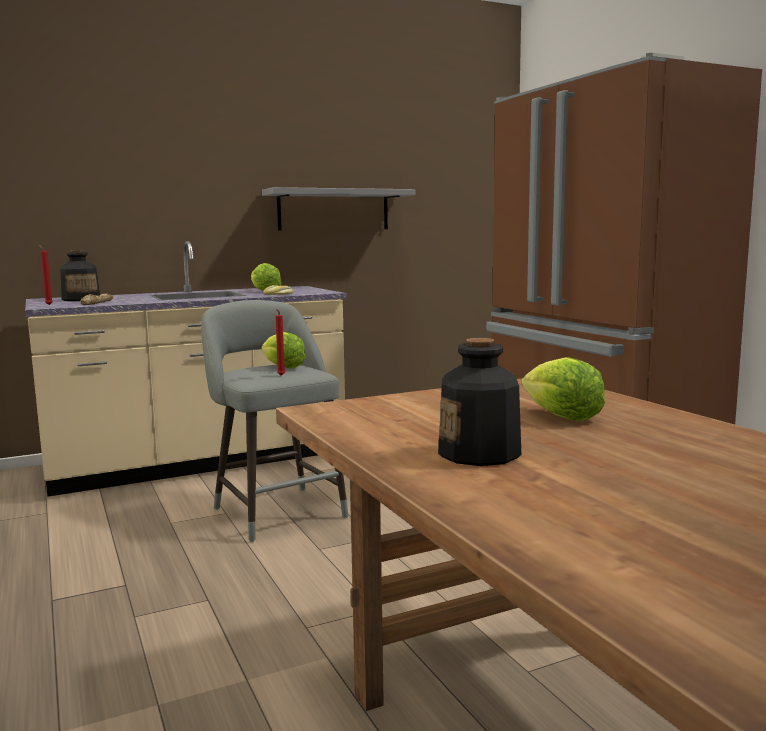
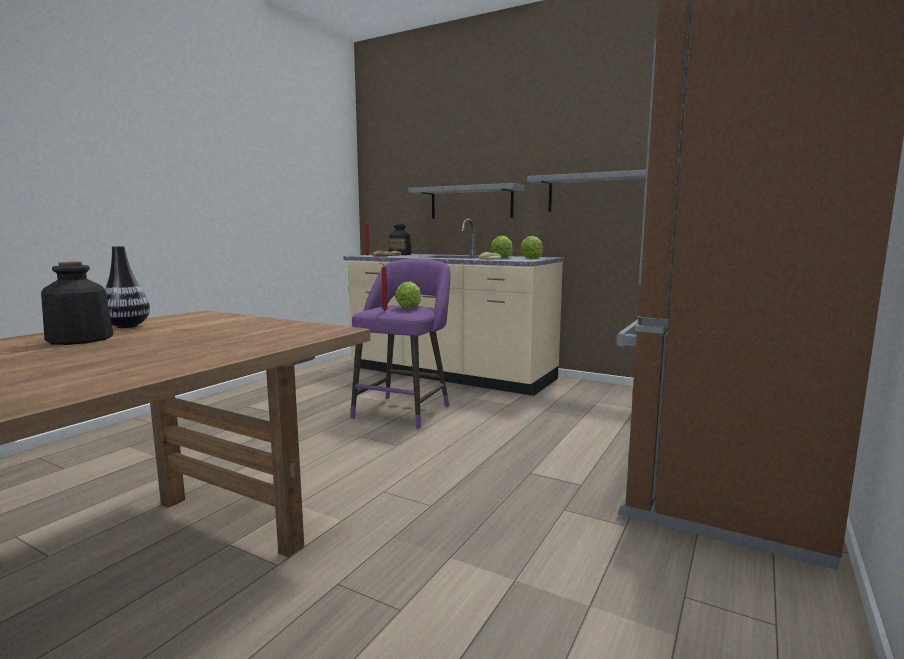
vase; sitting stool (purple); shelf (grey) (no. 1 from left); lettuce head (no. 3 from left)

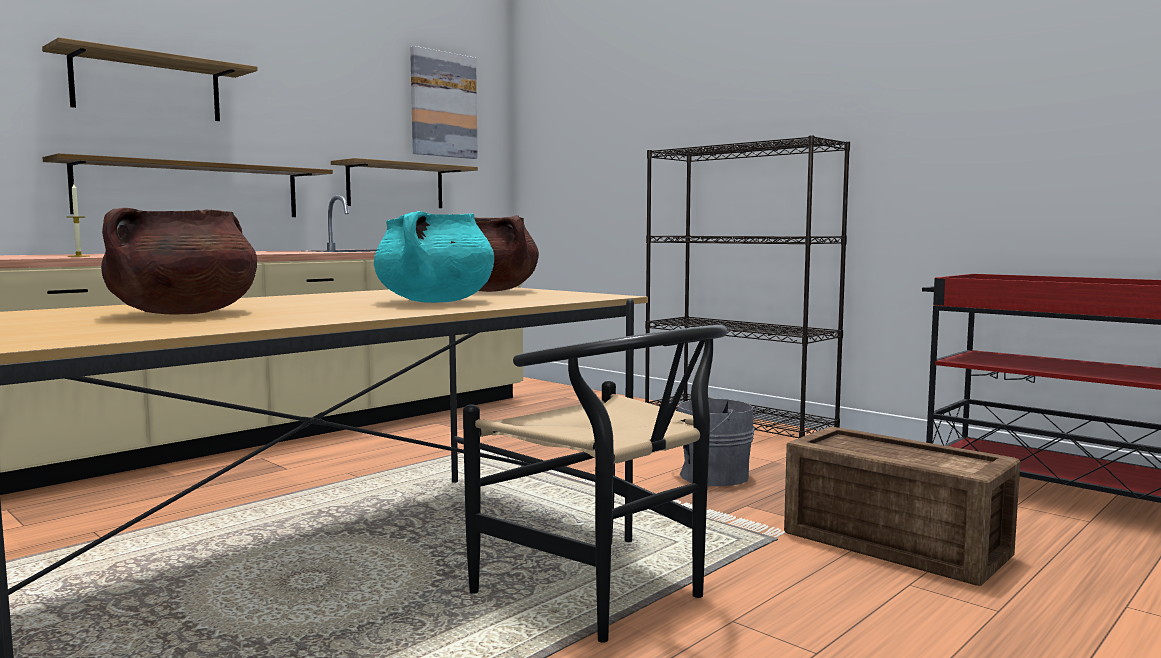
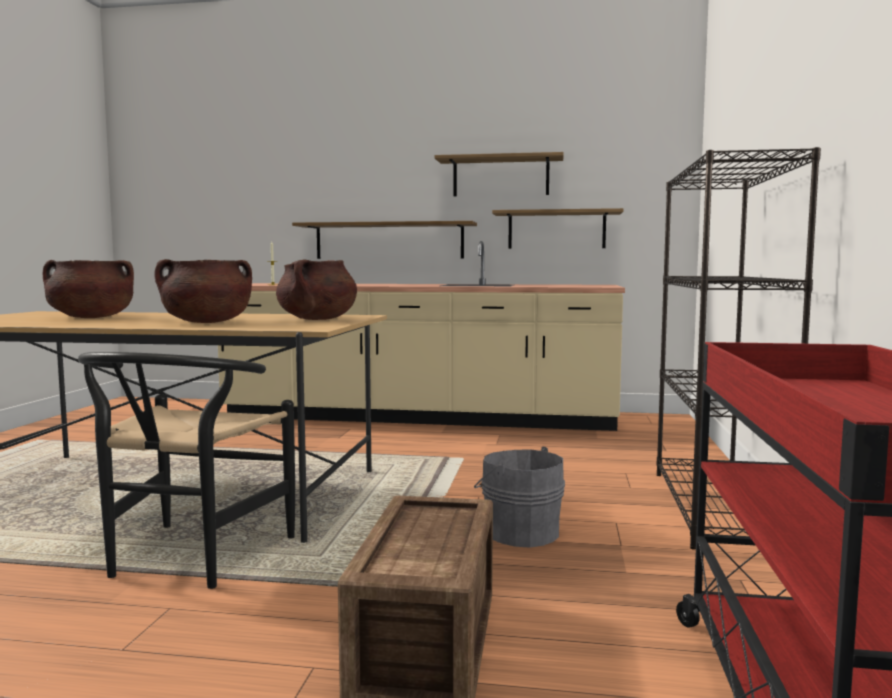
saucepot (brownish) (no. 2 from left); shelf (no. 2 from left); picture

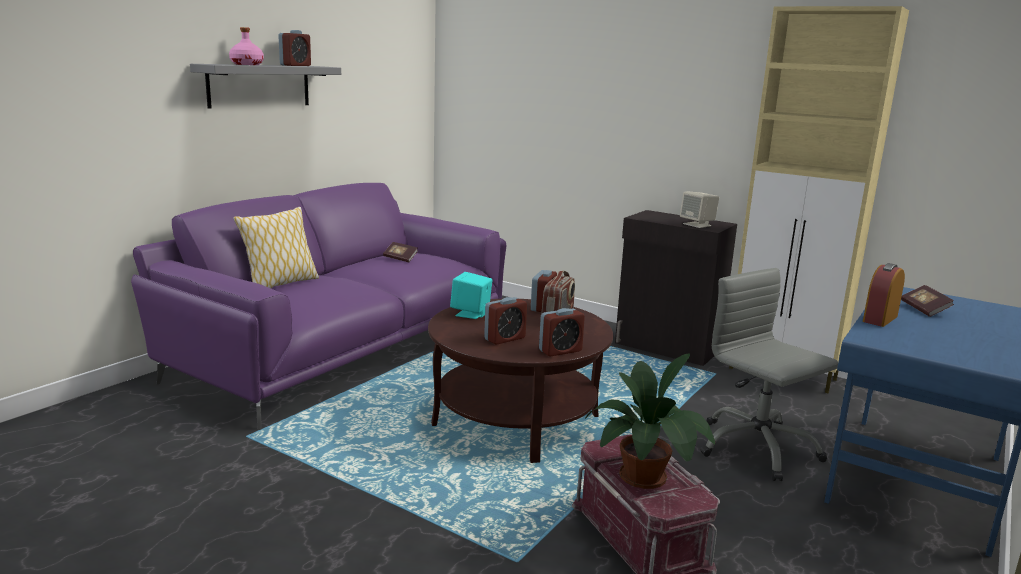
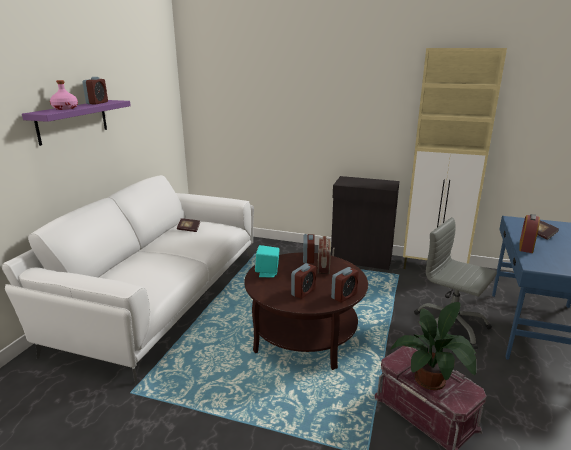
settee (white-coloured); shelf (purple); cushion; loudspeaker (beige)

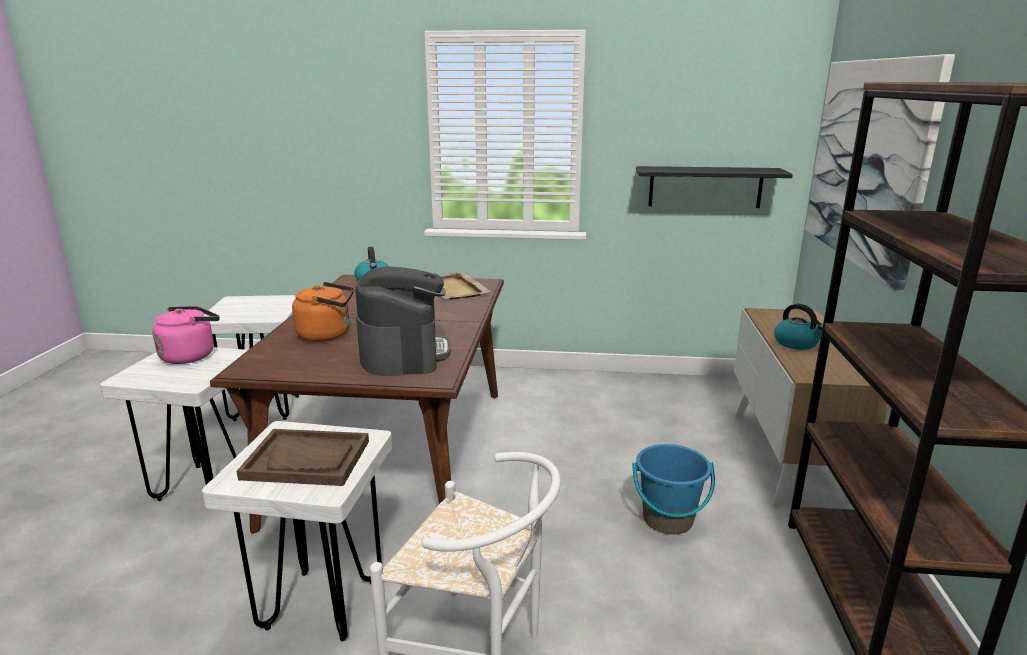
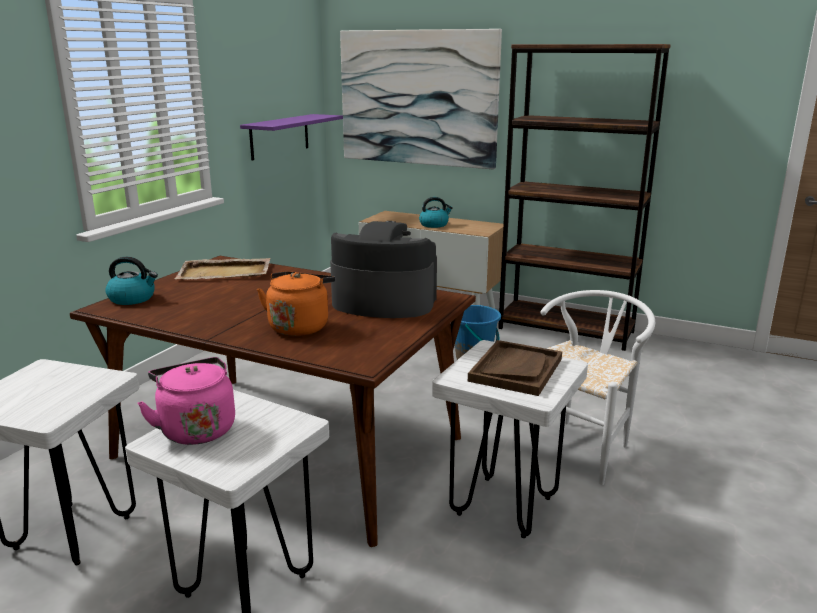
shelf (purple)

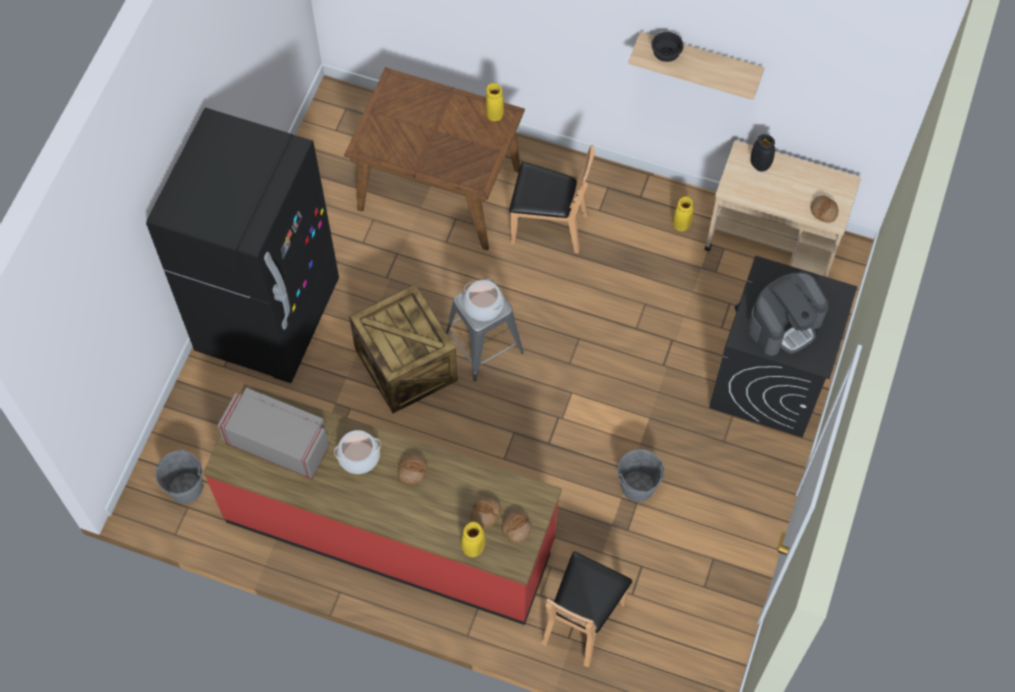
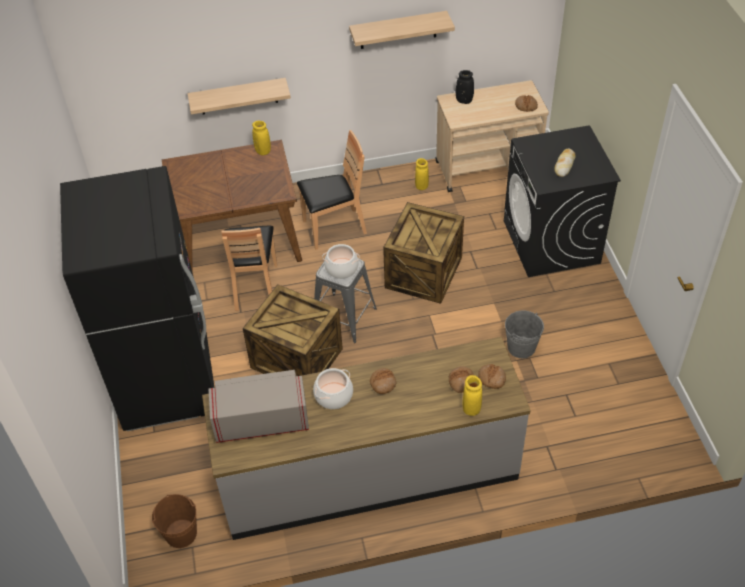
water bucket (brownish); shelf (no. 1 from left); kitchen base unit (grey); chair (brownish) (no. 1 from left); crate (no. 2 from left); bakery bread (no. 5 from left); serving bowl (blackish)

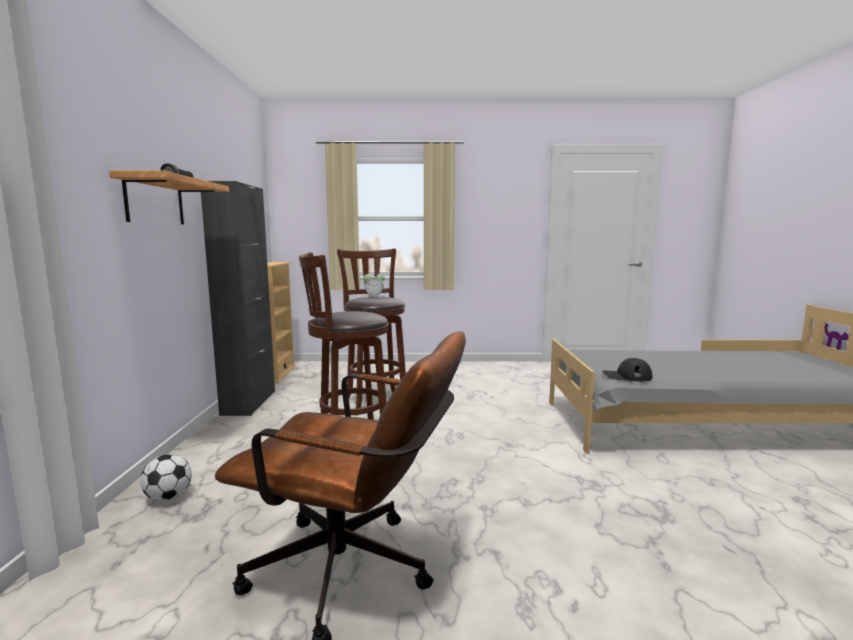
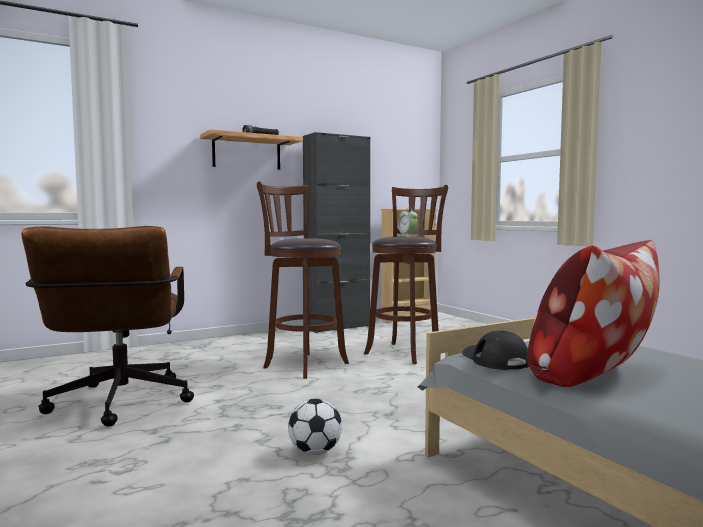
football; cushion

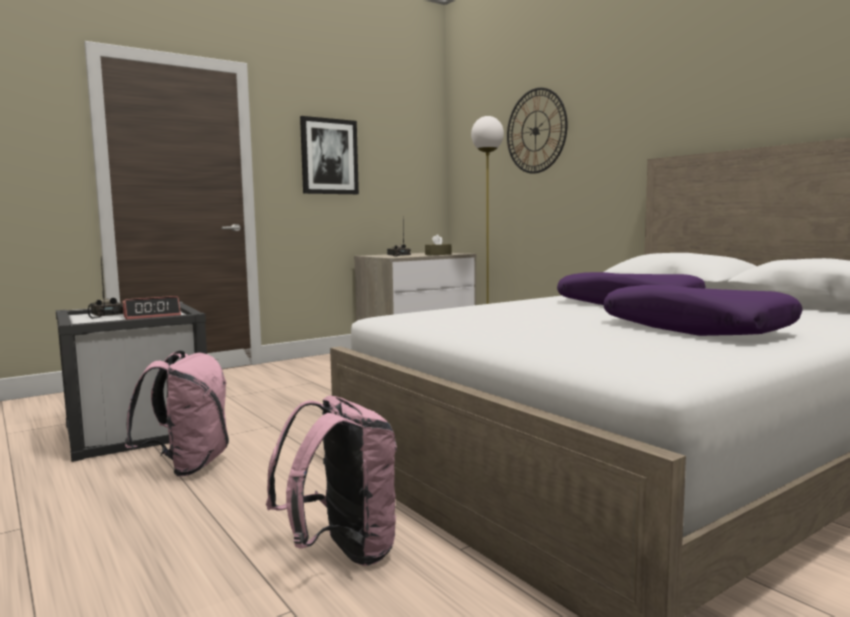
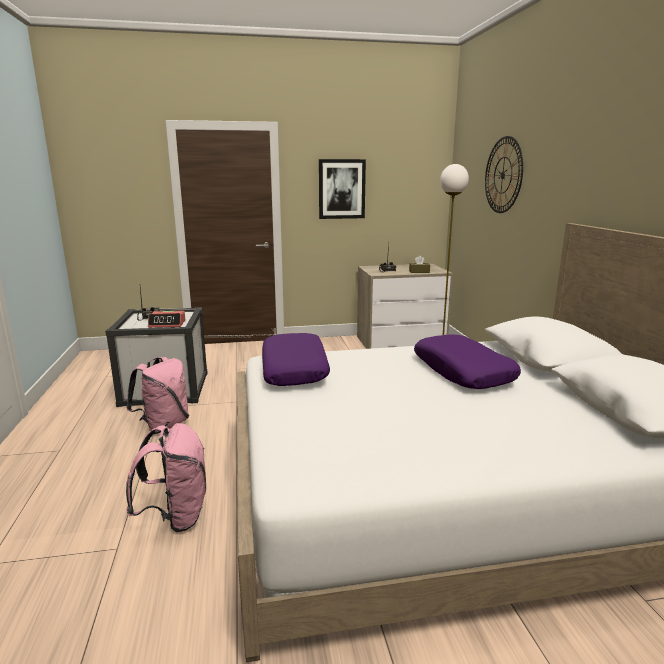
cushion (purple) (no. 1 from left)

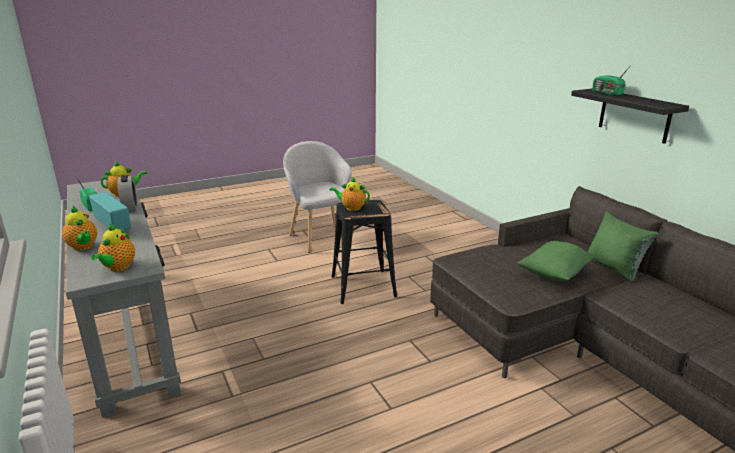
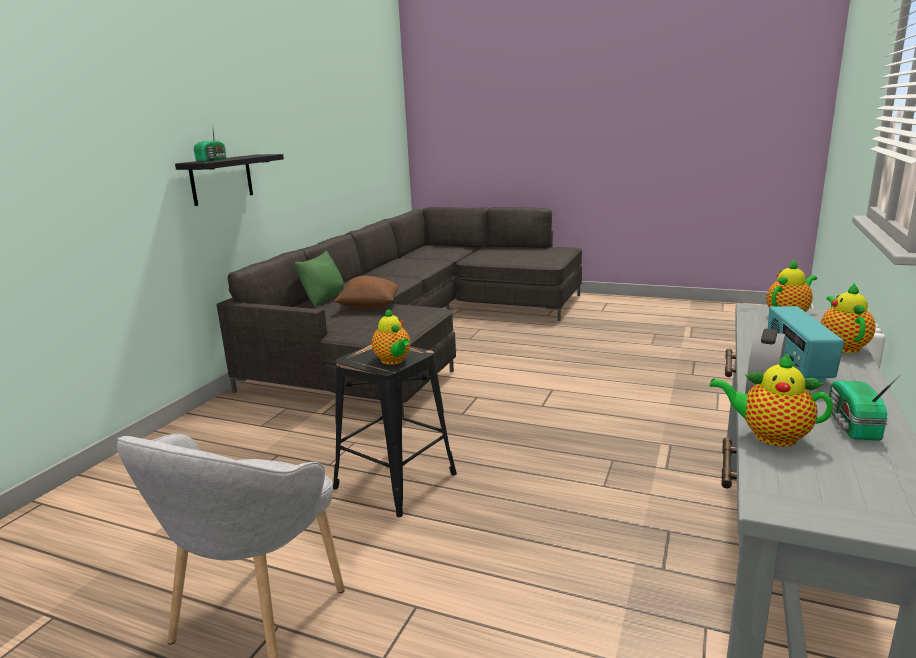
cushion (brownish)

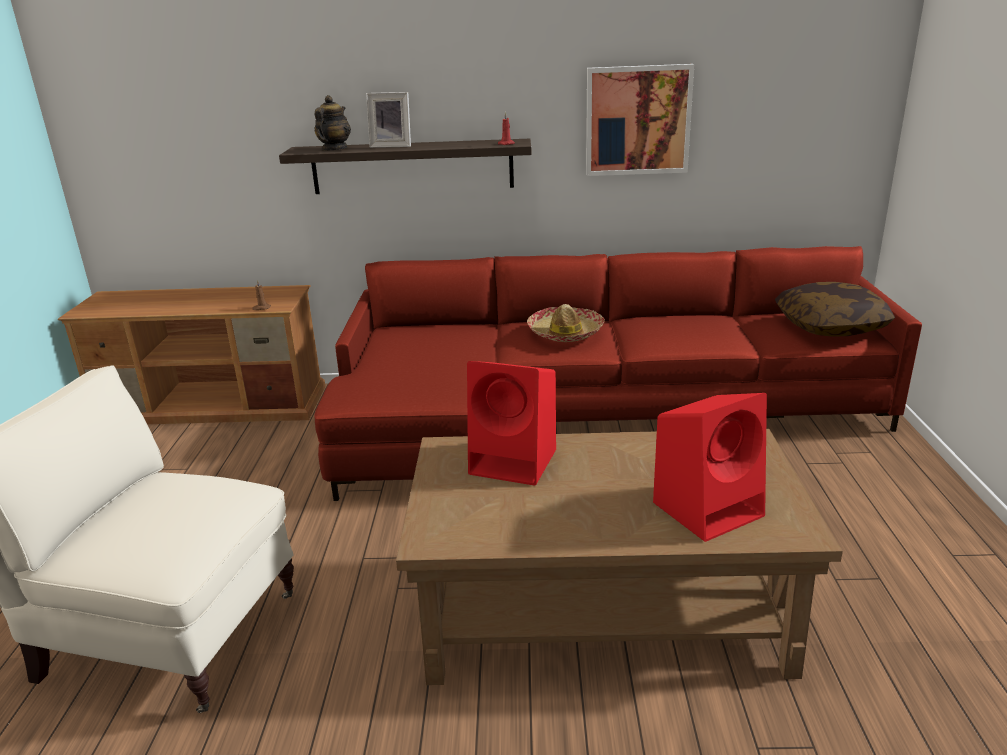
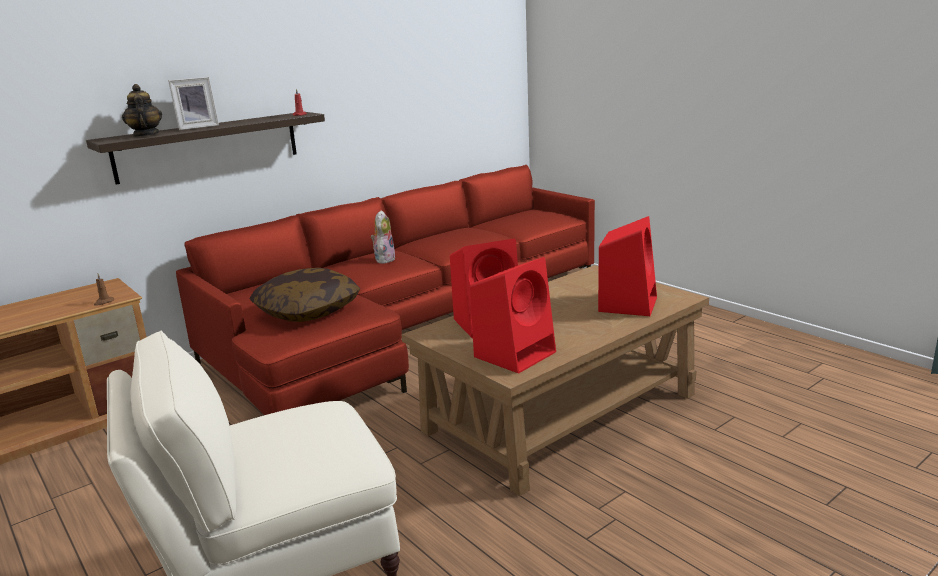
cushion; plush toy; loudspeaker (red-coloured) (no. 2 from left); picture

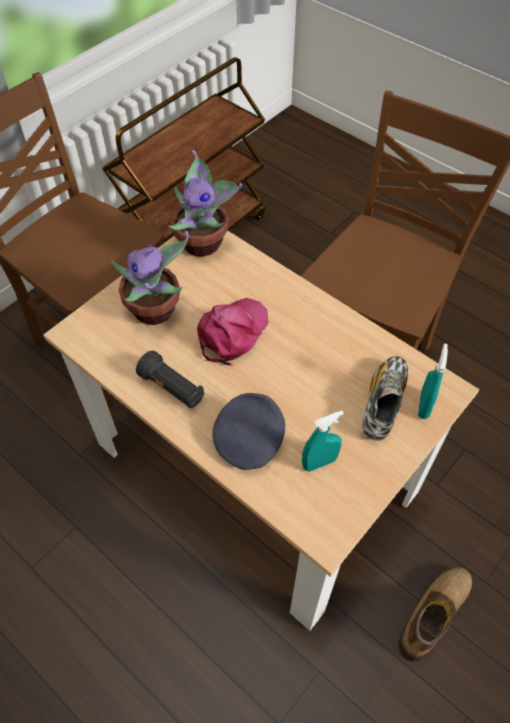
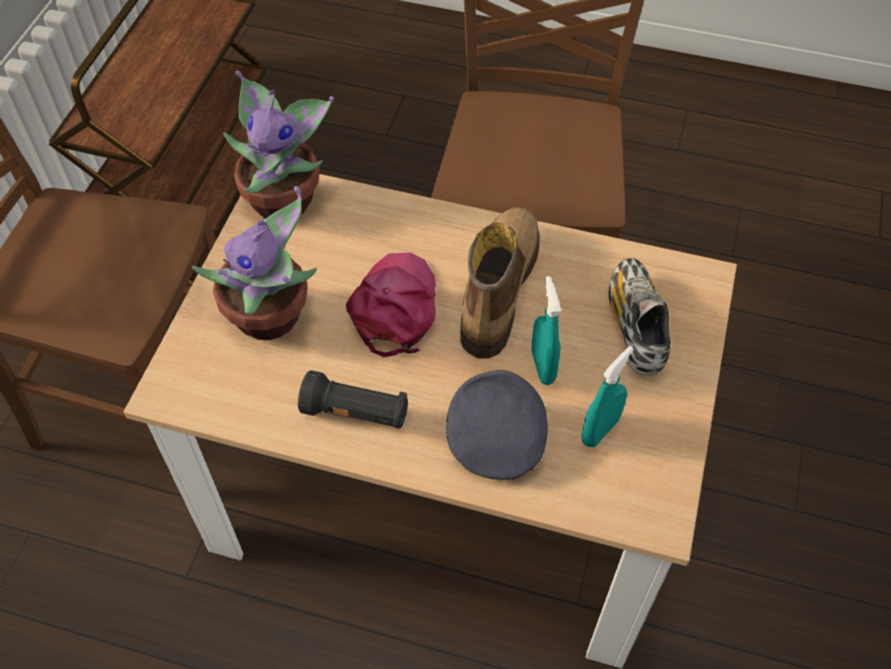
high-top boot; sprayer (turquoise) (no. 1 from left)

